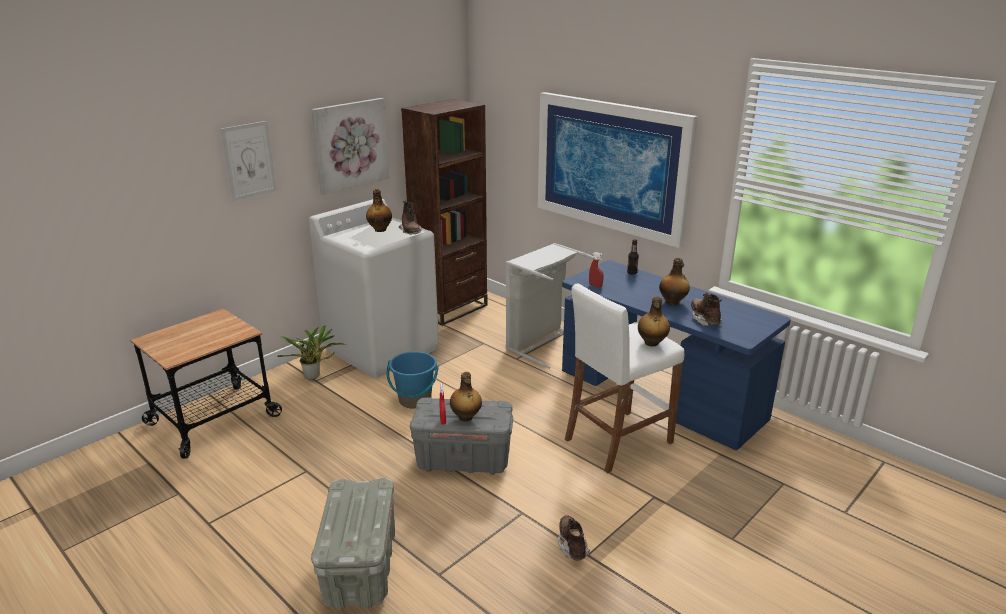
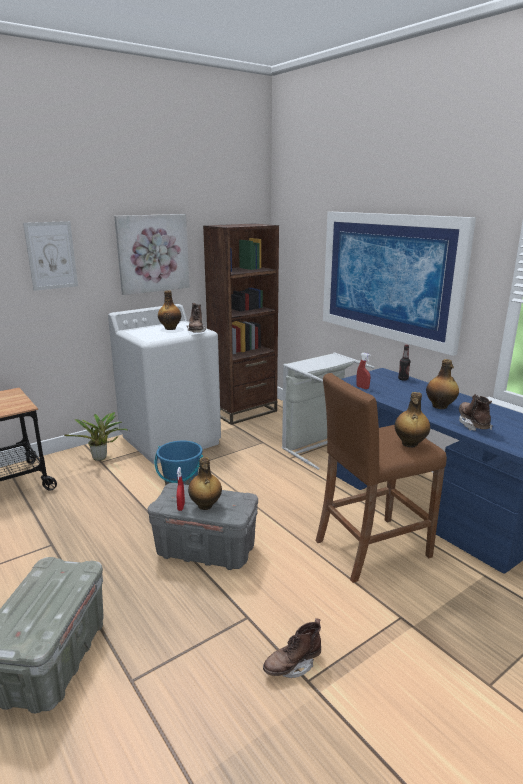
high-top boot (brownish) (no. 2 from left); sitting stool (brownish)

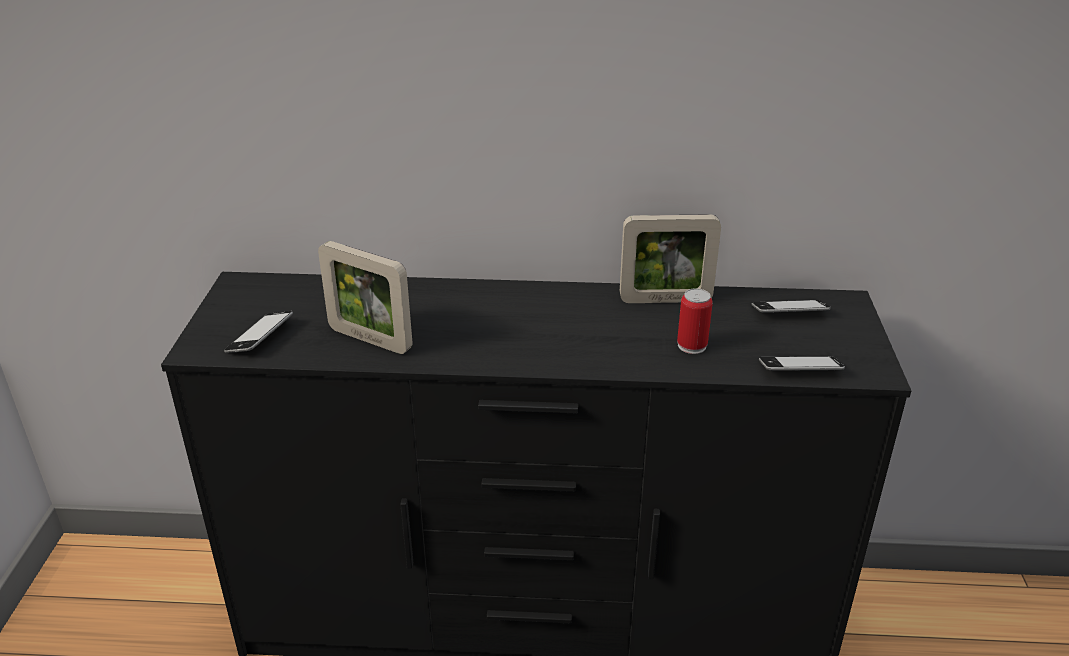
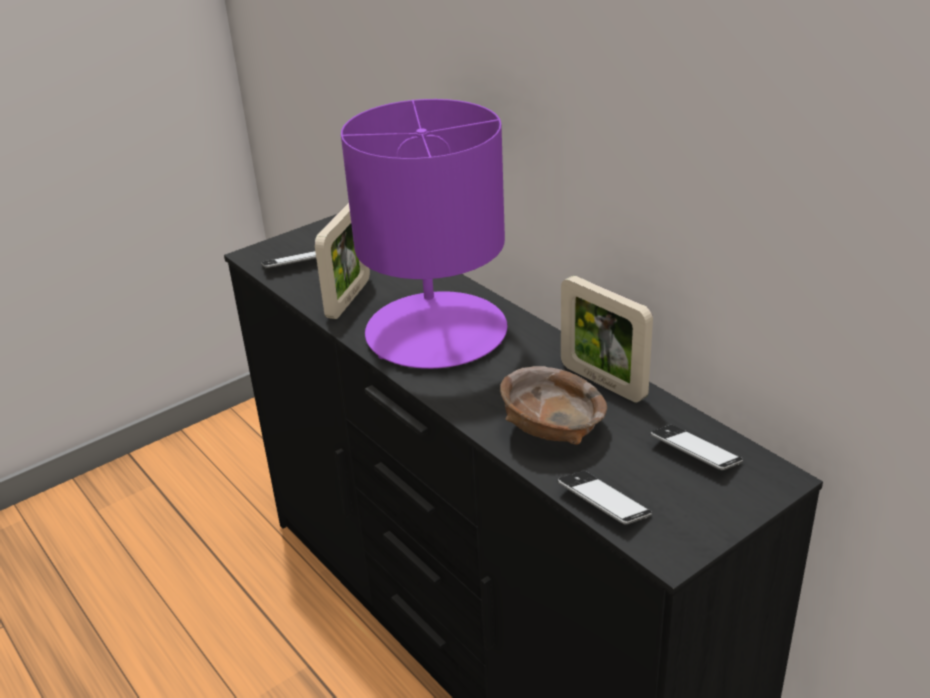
standing frame (no. 1 from left); tabletop lamp (purple); serving bowl (brownish)

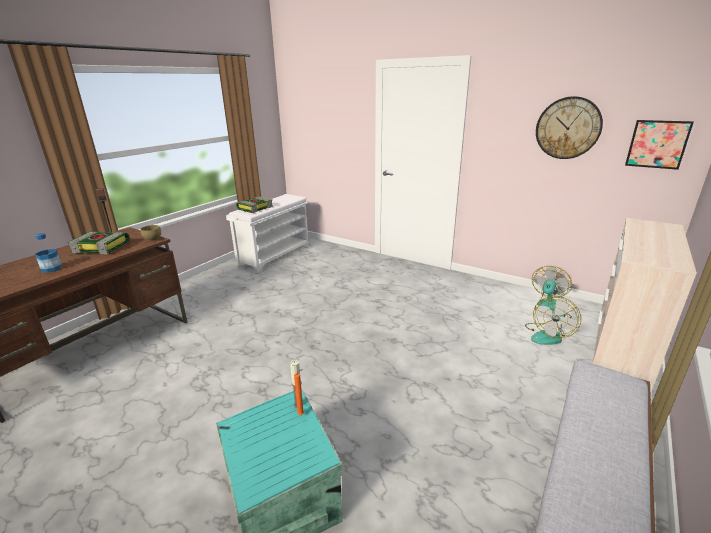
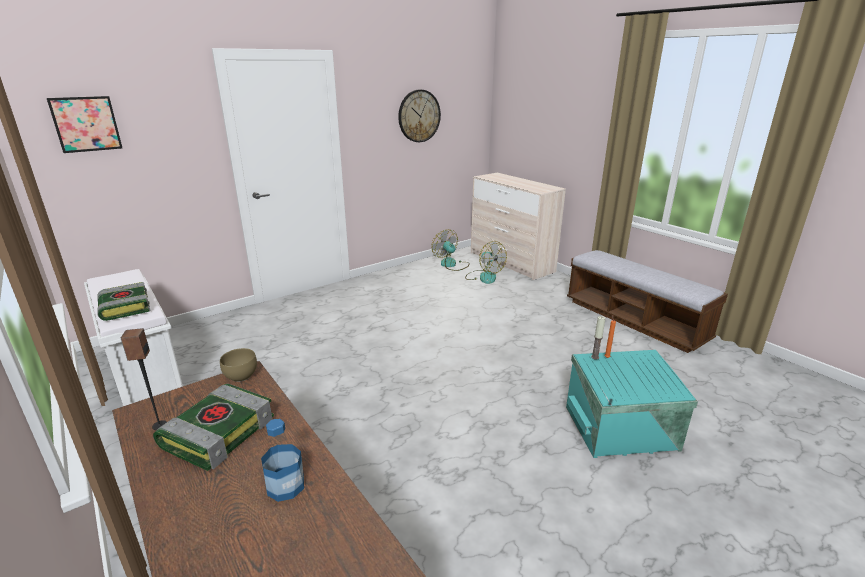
picture

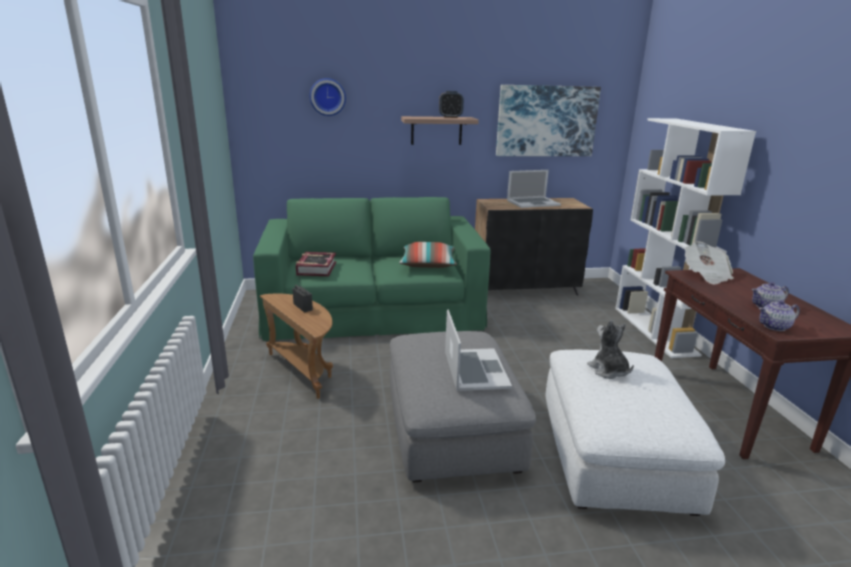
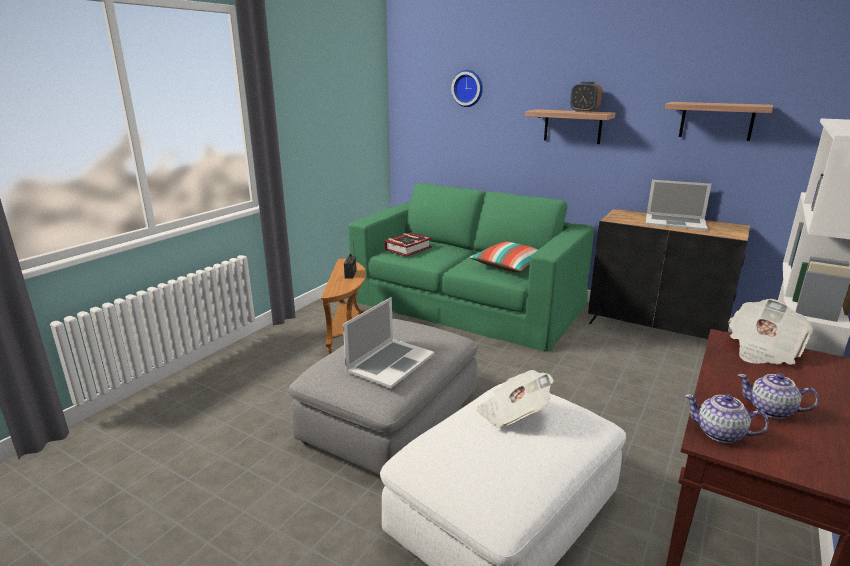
daily paper (no. 1 from left); shelf (no. 2 from left)

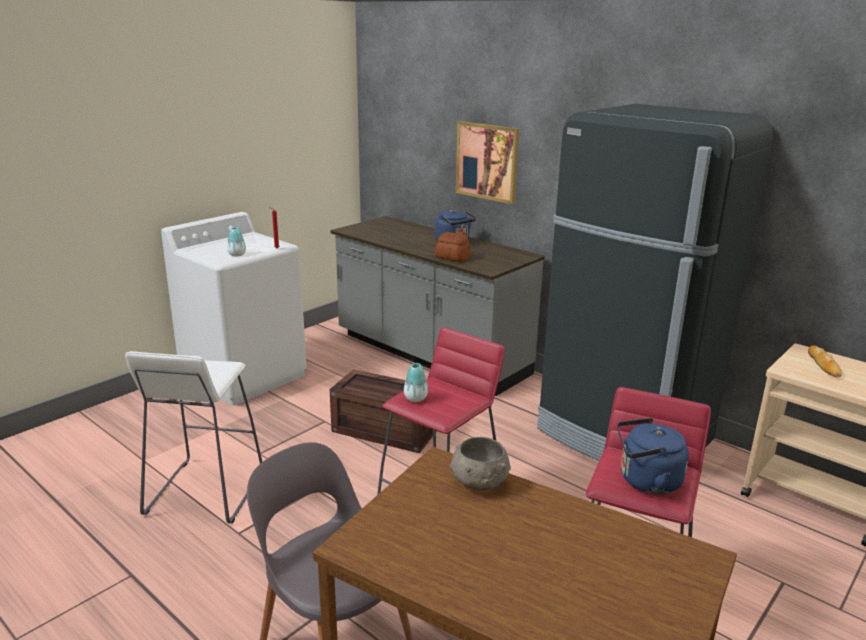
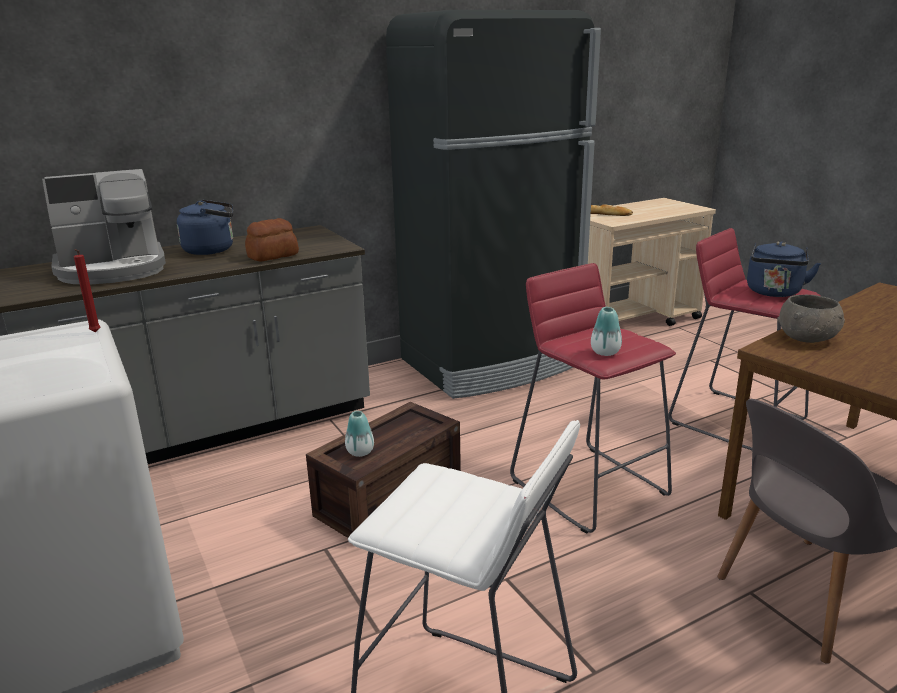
coffee machine; vase (no. 1 from left); picture

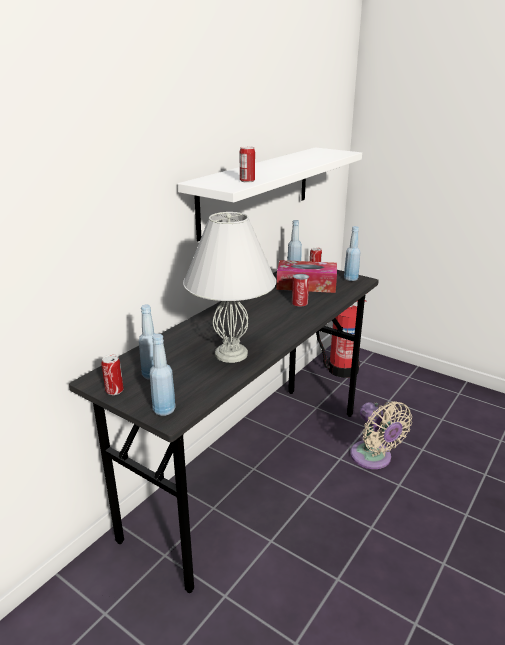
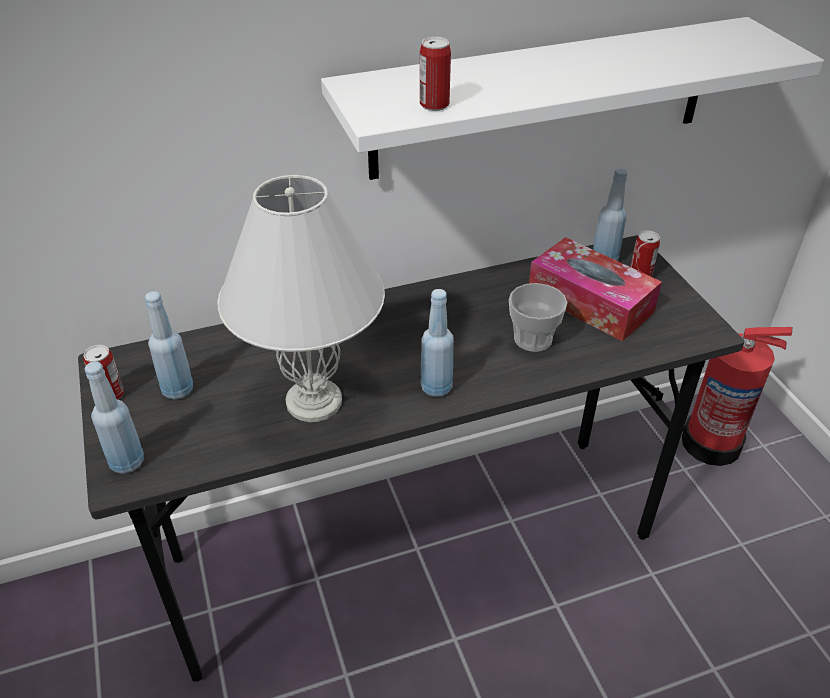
beverage bottle (blue-coloured) (no. 3 from left); drinking cup; cooling fan (beige)

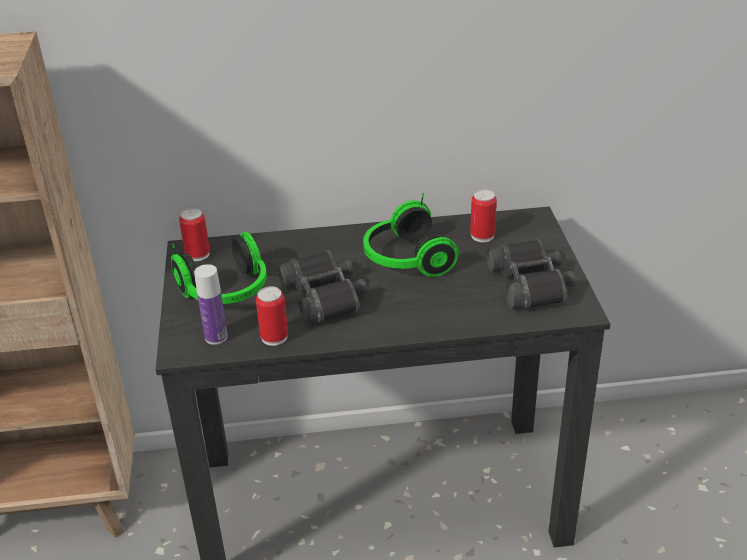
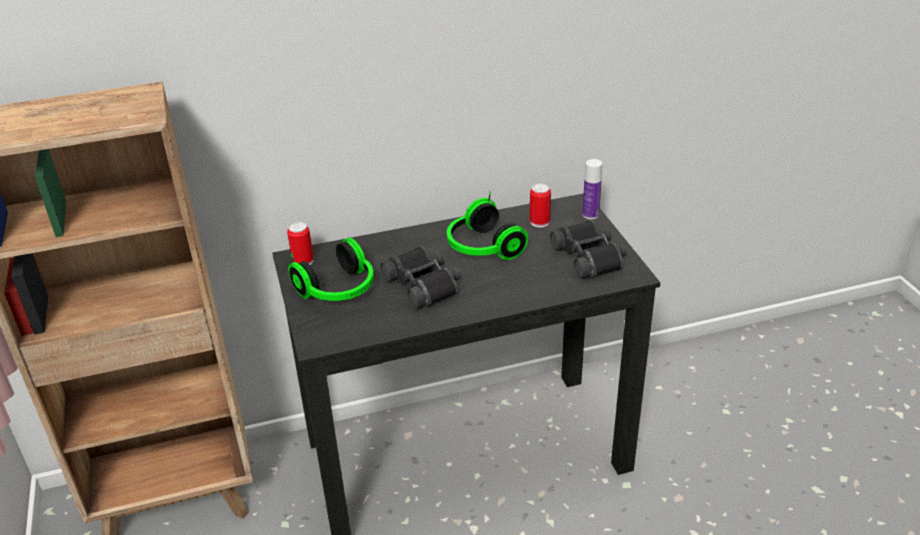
beverage bottle; metal can (no. 2 from left in the first image)

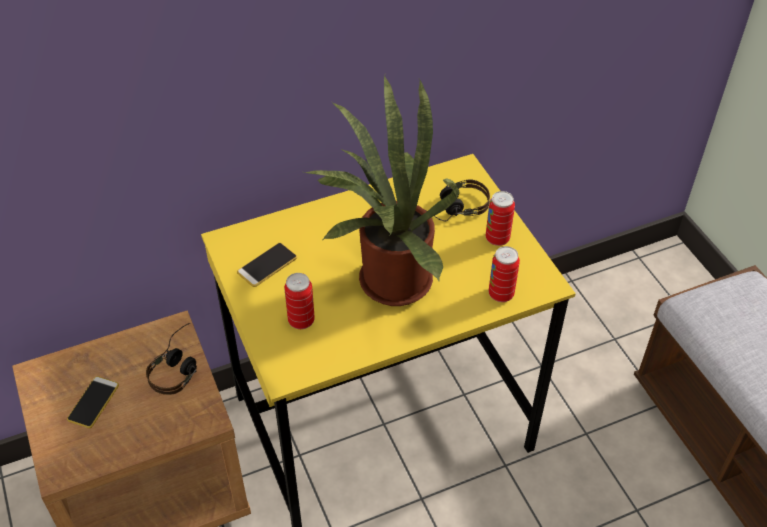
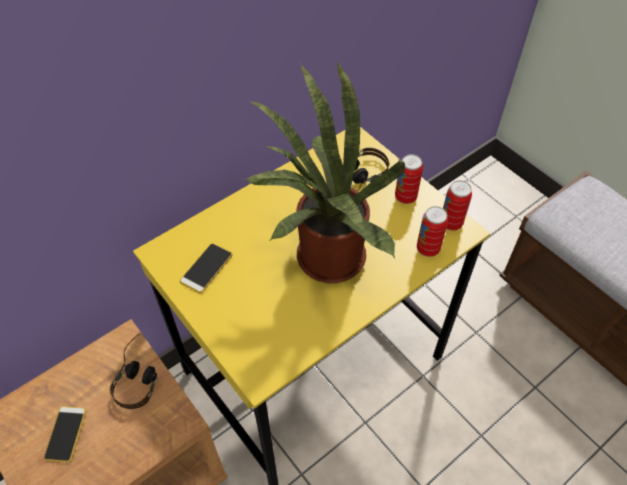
metal can (no. 3 from left)

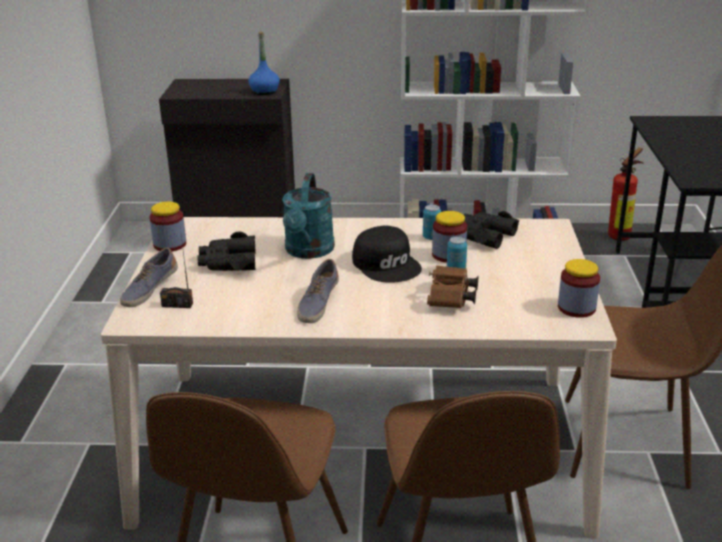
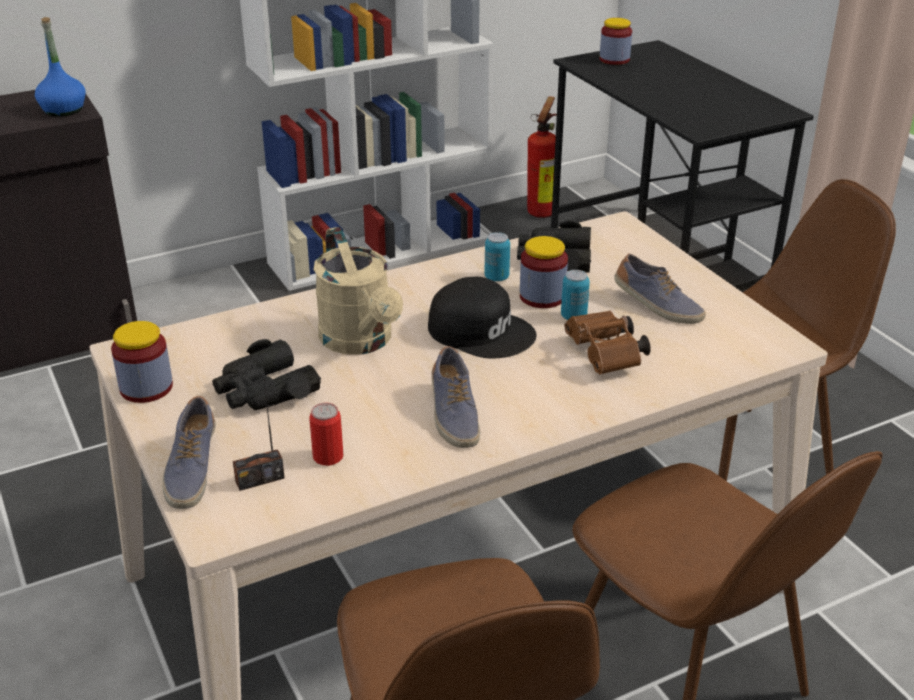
metal can (no. 1 from left); watering can (beige); jar (no. 3 from left); item of footwear (no. 3 from left)

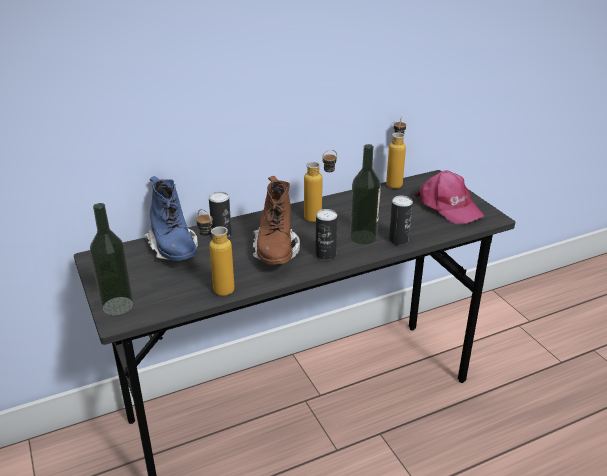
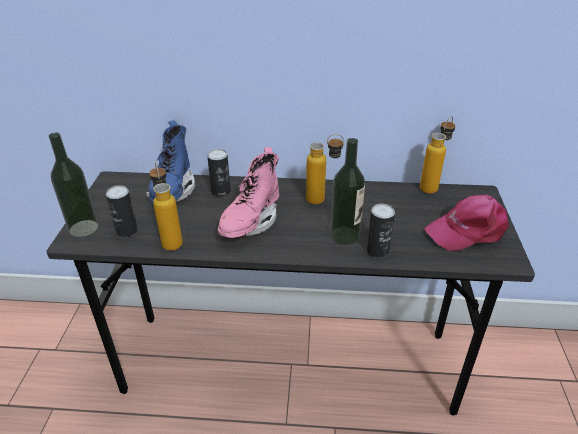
metal can (no. 1 from left); high-top boot (pink); peaked cap (pink)

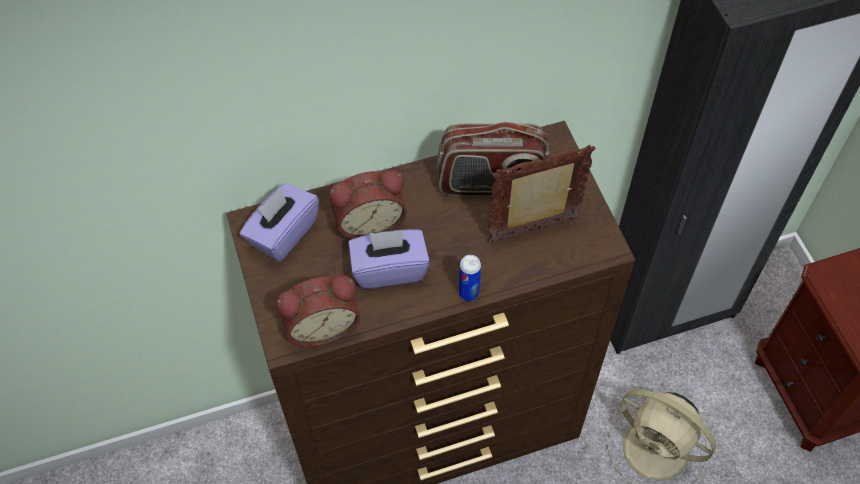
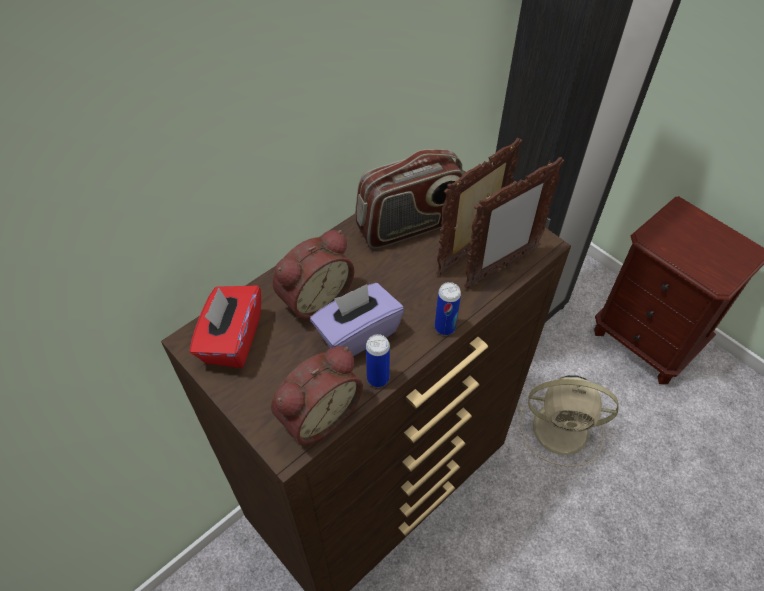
tissue box (red-coloured); metal can (no. 1 from left); standing frame (no. 2 from left)

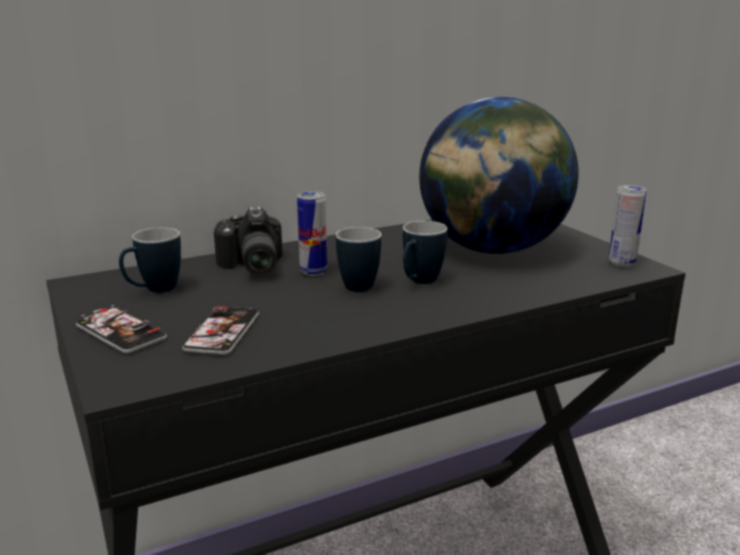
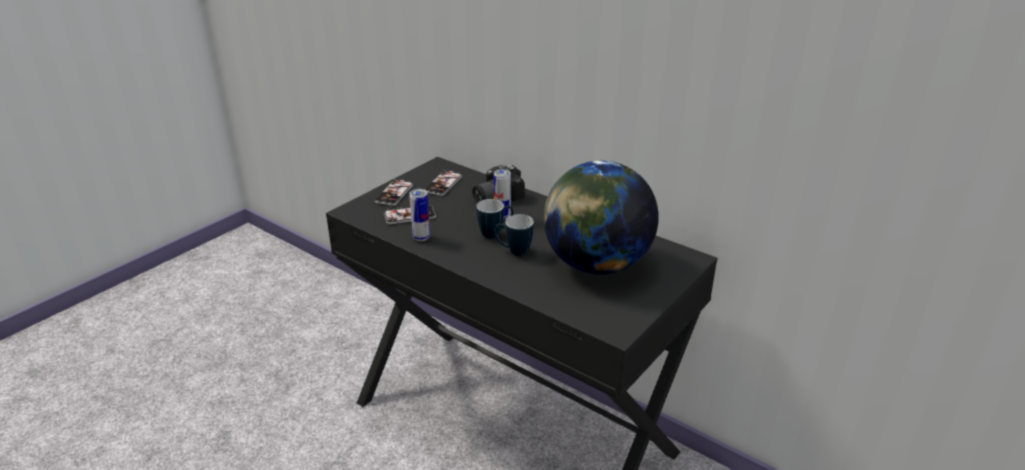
metal can (no. 1 from left); telephone (no. 3 from left)

